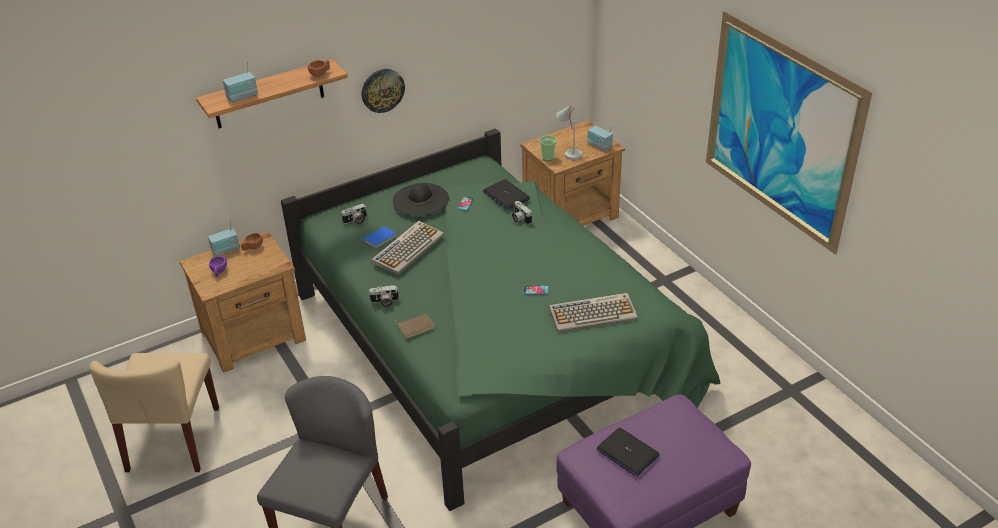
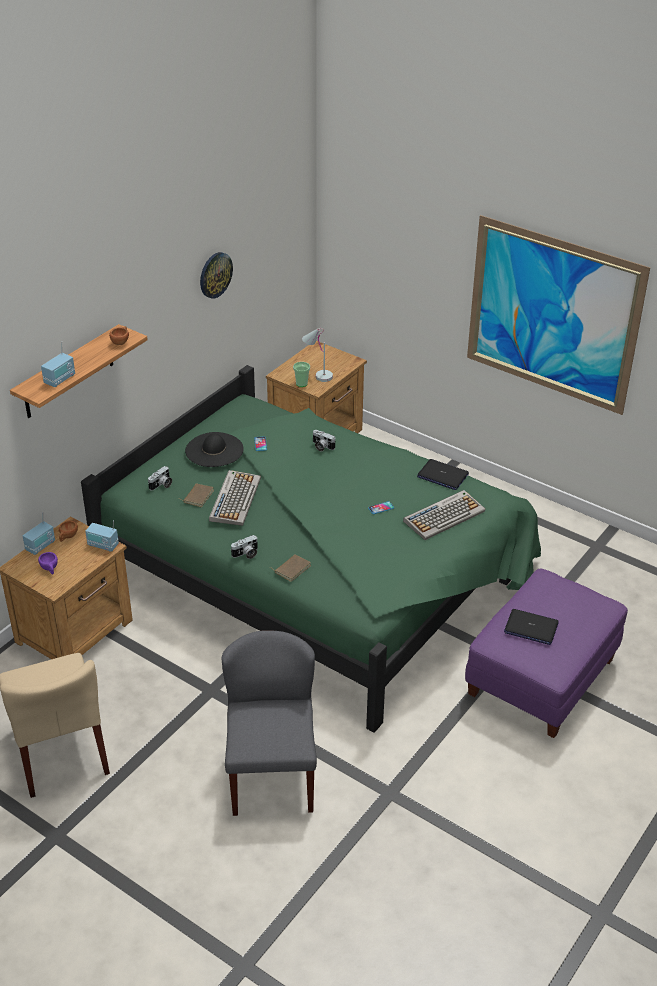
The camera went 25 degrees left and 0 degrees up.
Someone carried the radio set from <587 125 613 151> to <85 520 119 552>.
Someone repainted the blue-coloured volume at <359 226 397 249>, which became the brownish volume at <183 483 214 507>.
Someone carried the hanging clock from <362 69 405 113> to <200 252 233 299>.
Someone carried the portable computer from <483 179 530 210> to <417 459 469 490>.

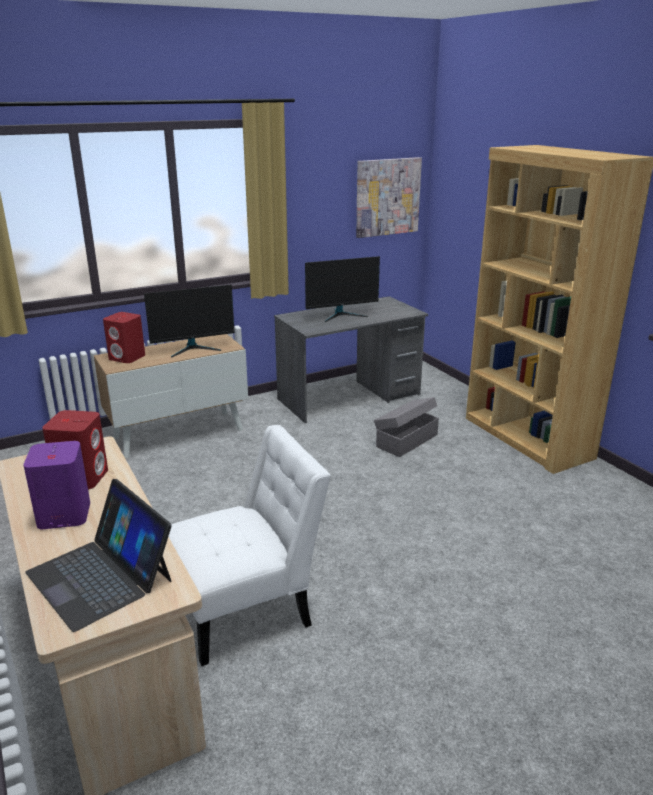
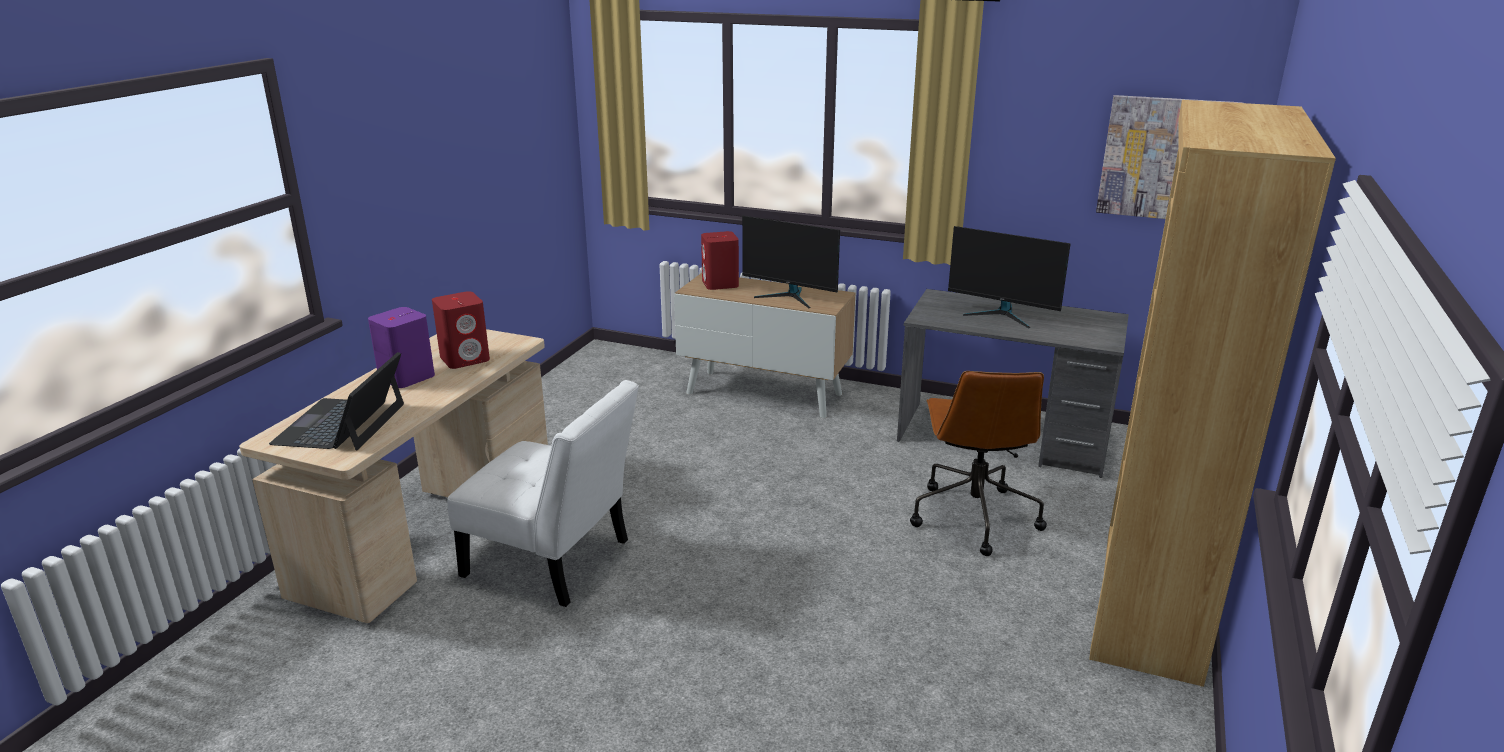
The camera went 50 degrees right and 0 degrees up.
Someone swapped the greyish storage container at <374 397 439 457> for the brownish office chair at <910 371 1047 556>.

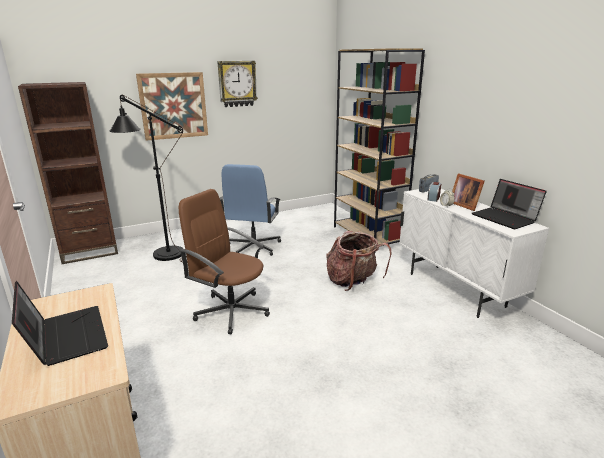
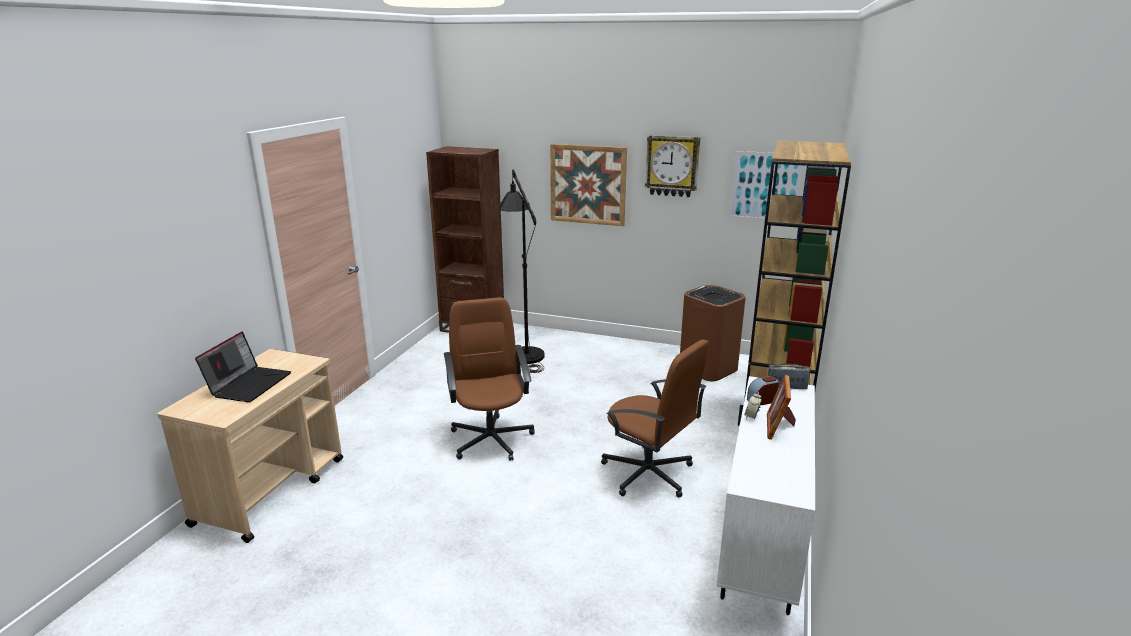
The camera went 45 degrees right and 0 degrees up.
Someone swapped the knapsack at <327 231 391 291> for the brownish office chair at <601 339 709 497>.
Someone put down the brownish trash can at <680 285 746 381>.
Someone put up the wall art at <728 151 805 221>.
Someone took away the blue-coloured office chair at <220 164 281 256>.
Someone took away the portable computer at <472 179 547 229>.

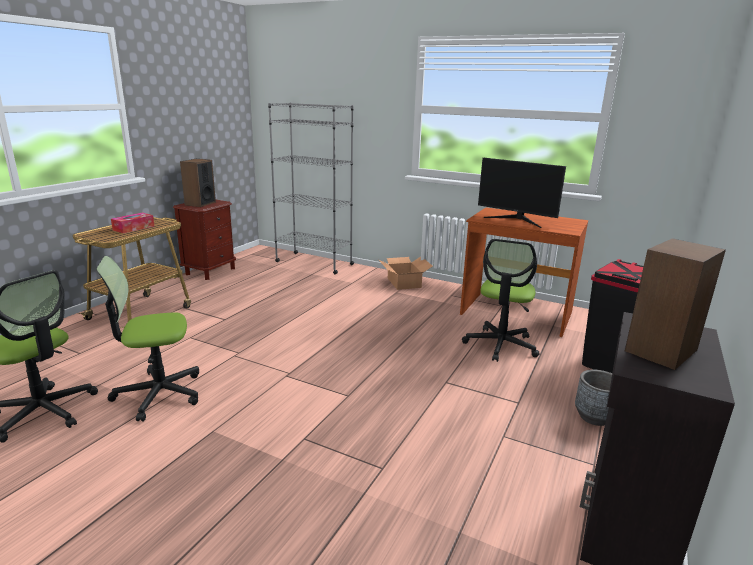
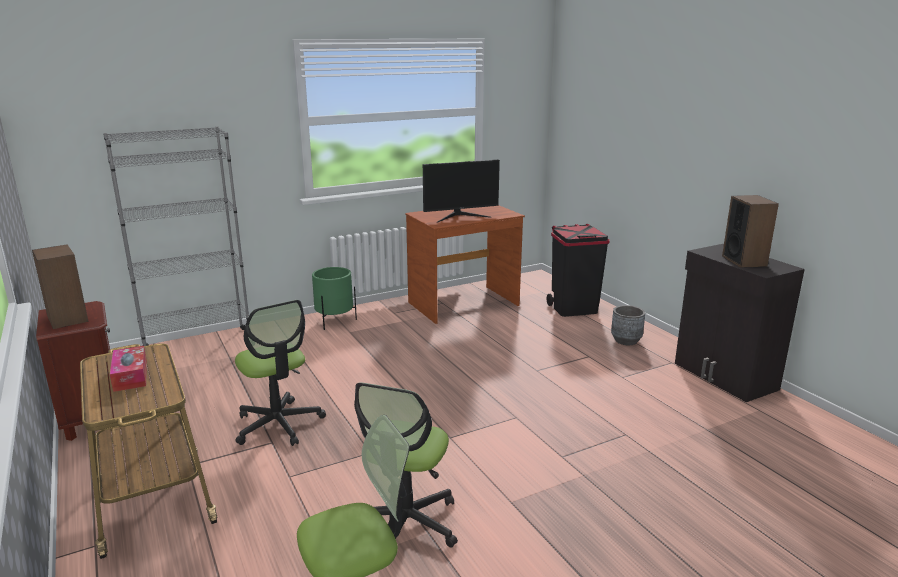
The camera went 55 degrees left and 0 degrees up.
Someone carried the office chair from <462 239 540 362> to <235 300 326 446>.
Someone swapped the packing box at <378 257 433 290> for the green-coloured flower pot at <312 267 357 330>.

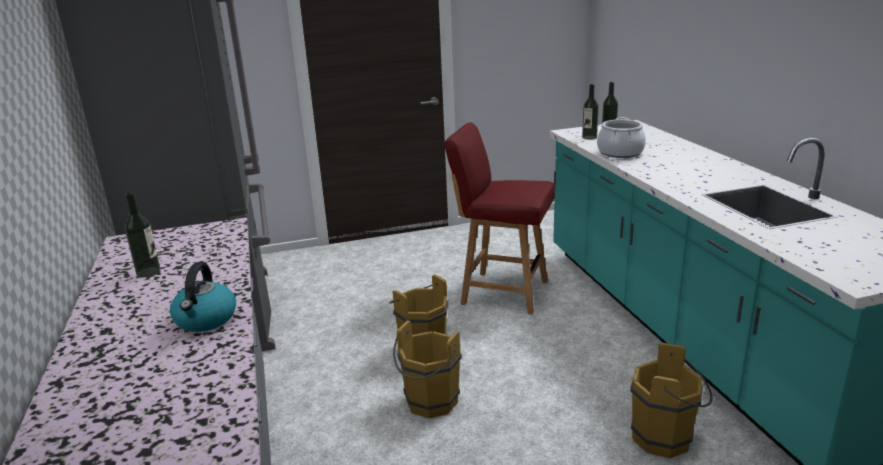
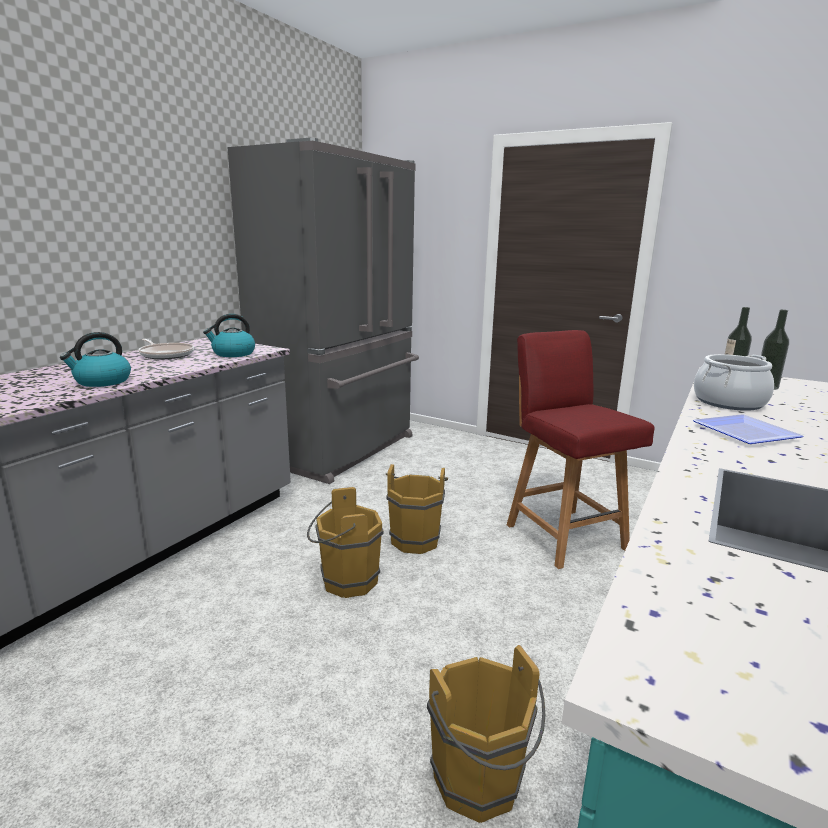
The camera went 45 degrees right and 5 degrees down.
Someone swapped the bottle at <125 192 160 277> for the frying pan at <138 339 194 359>.
Someone put down the kettle at <203 314 255 357>.
Someone put down the dinner plate at <693 414 804 444>.

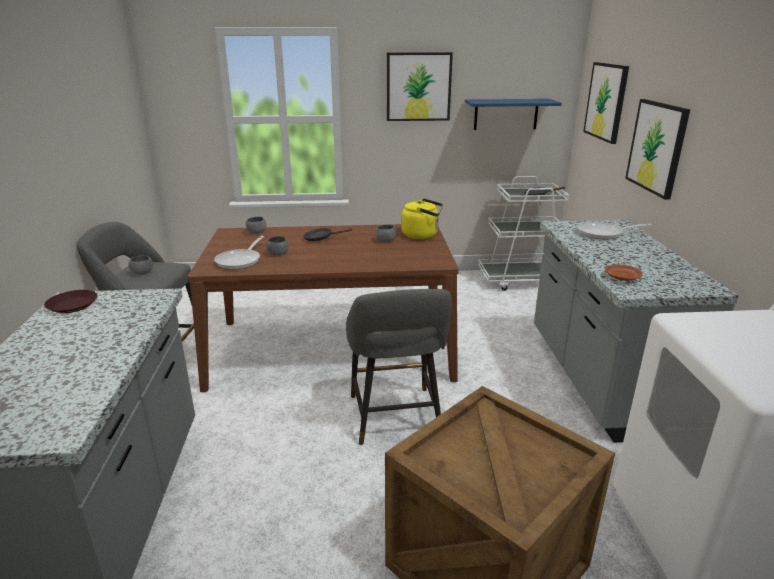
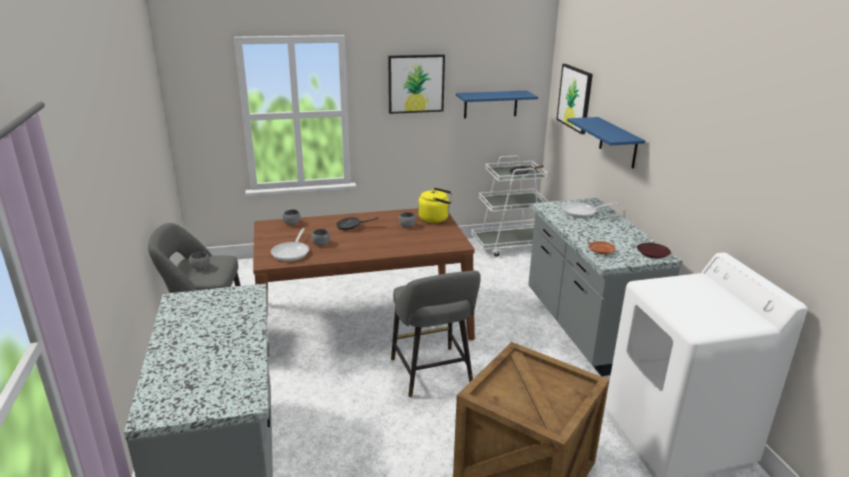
The camera went 10 degrees left and 0 degrees up.
Someone swapped the wall art at <625 99 690 200> for the blue-coloured bracket shelf at <567 117 646 168>.
Someone carried the brownish dinner plate from <44 290 97 313> to <637 243 671 259>.

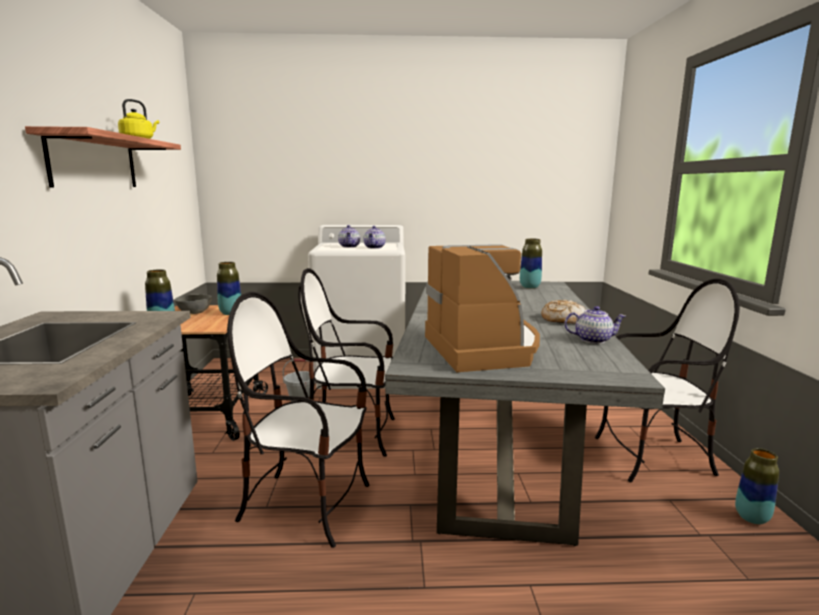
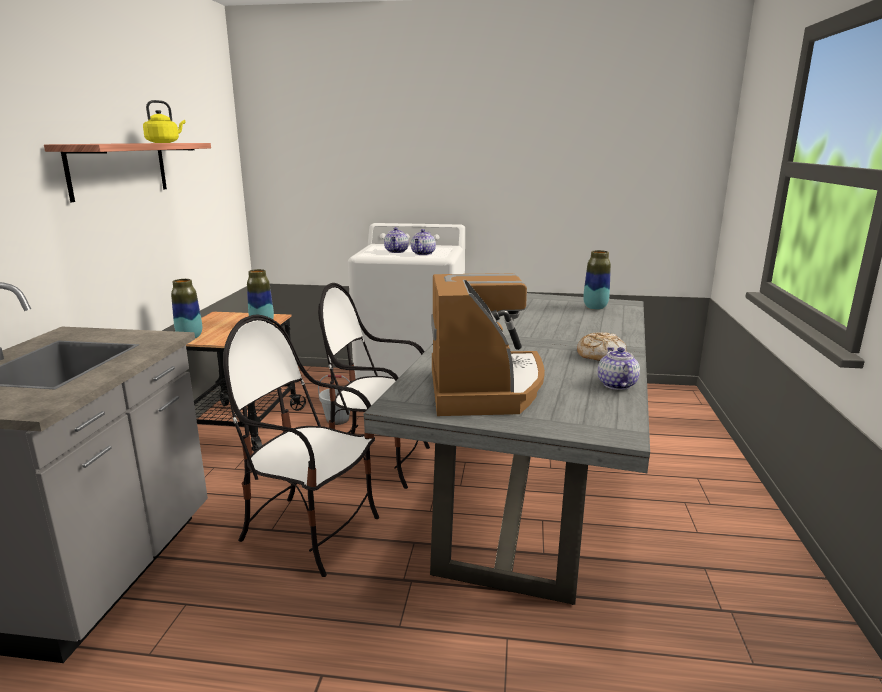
The camera went 10 degrees right and 5 degrees up.
Someone rotated the teapot at <564 306 626 344> by 105 degrees counterclockwise.
Someone took away the greyish bowl at <175 295 212 314>.
Someone took away the upright chair at <595 278 740 482>.
Someone took away the decorative vase at <735 448 779 524>.

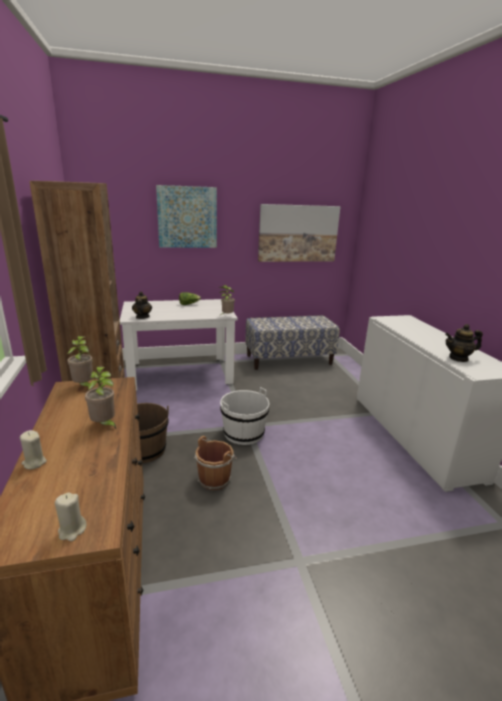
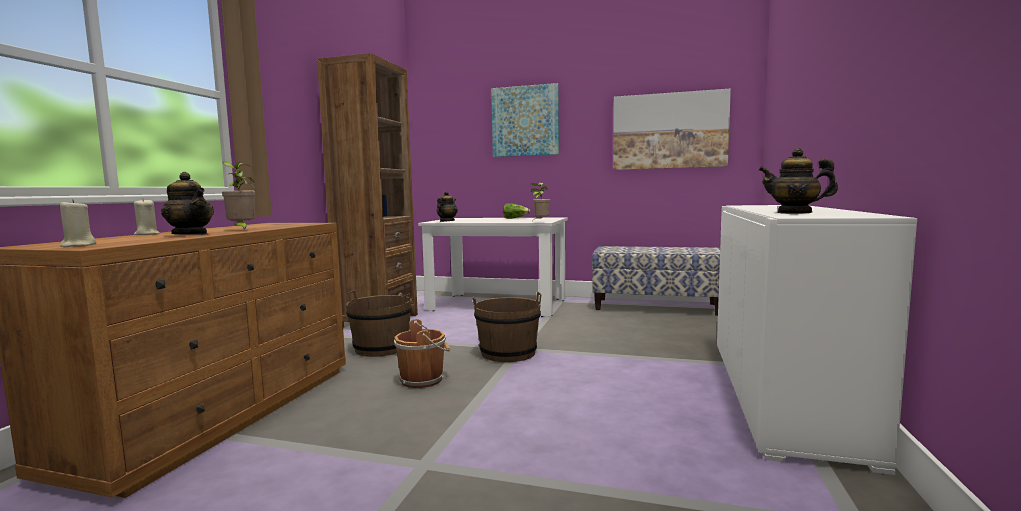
The camera went 30 degrees right and 15 degrees down.
Someone put down the teapot at <161 172 214 235>.
Someone repainted the whitish pail at <220 387 269 445>, which became the brownish pail at <472 292 542 362>.
Someone took away the potted plant at <67 336 93 389>.

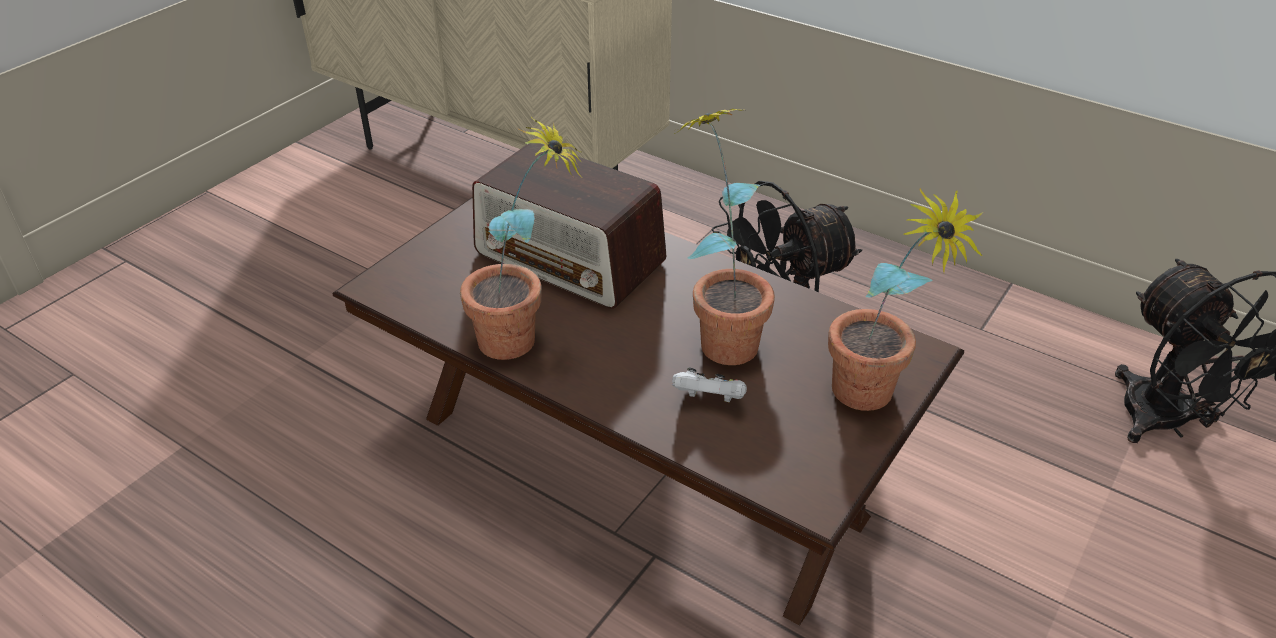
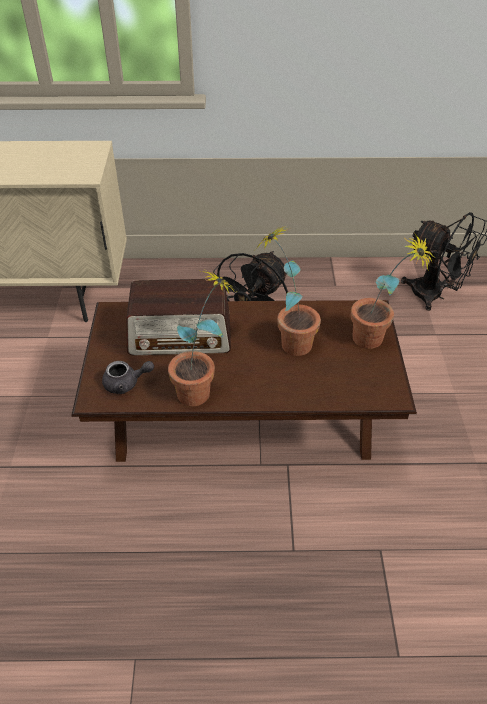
The camera went 35 degrees left and 5 degrees up.
Someone put down the greyish teapot at <102 361 154 394>.
Someone took away the whitish joypad at <672 368 747 402>.

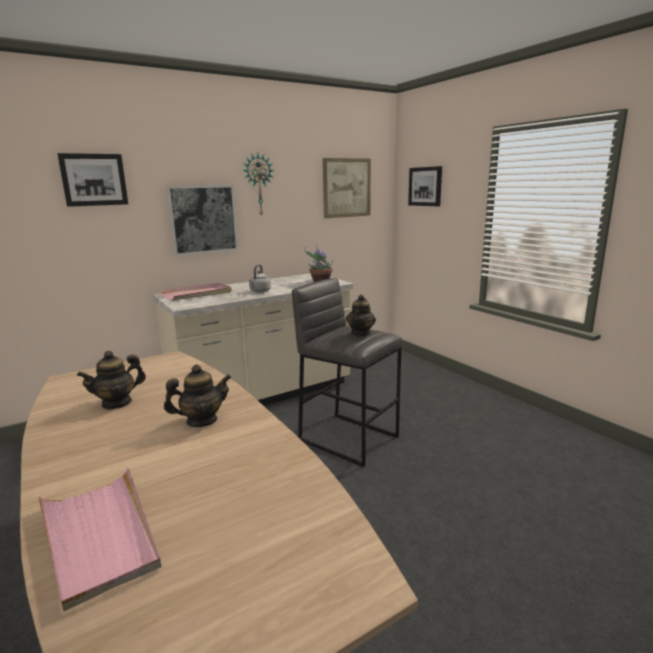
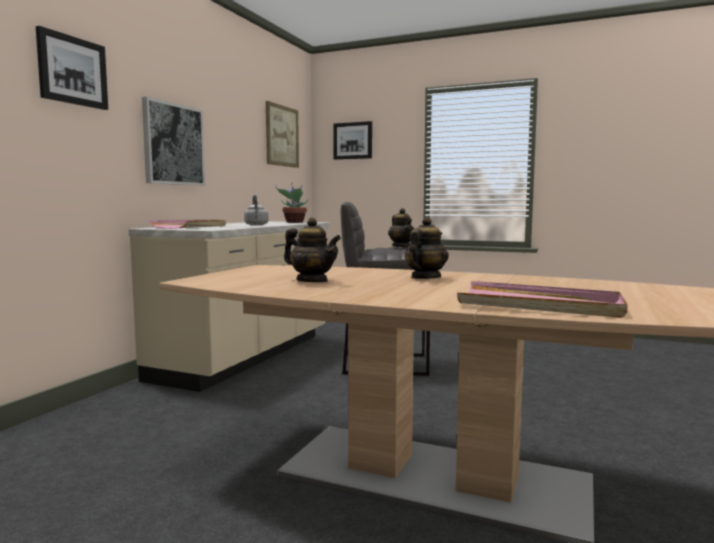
The camera went 35 degrees left and 10 degrees down.
Someone rotated the teapot at <77 351 146 410> by 75 degrees counterclockwise.
Someone took away the hanging clock at <243 153 274 217>.

